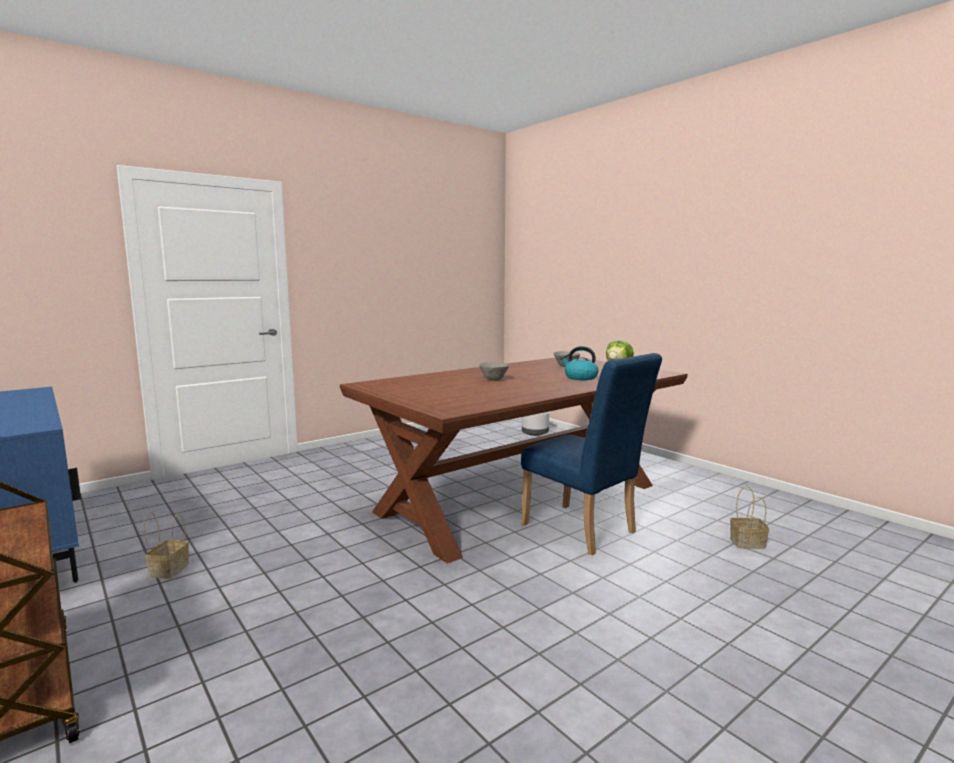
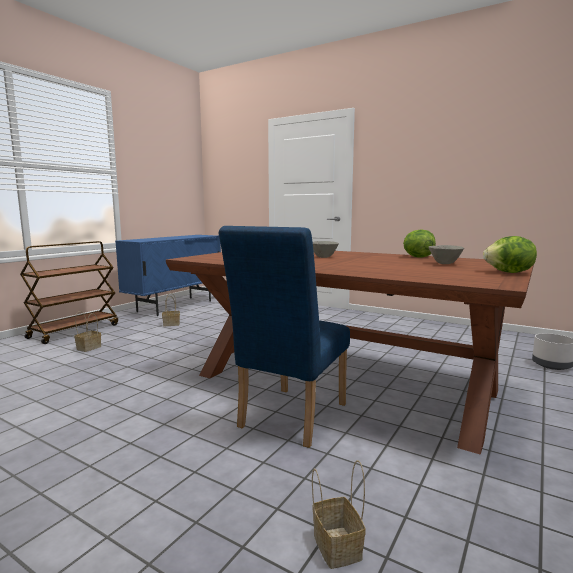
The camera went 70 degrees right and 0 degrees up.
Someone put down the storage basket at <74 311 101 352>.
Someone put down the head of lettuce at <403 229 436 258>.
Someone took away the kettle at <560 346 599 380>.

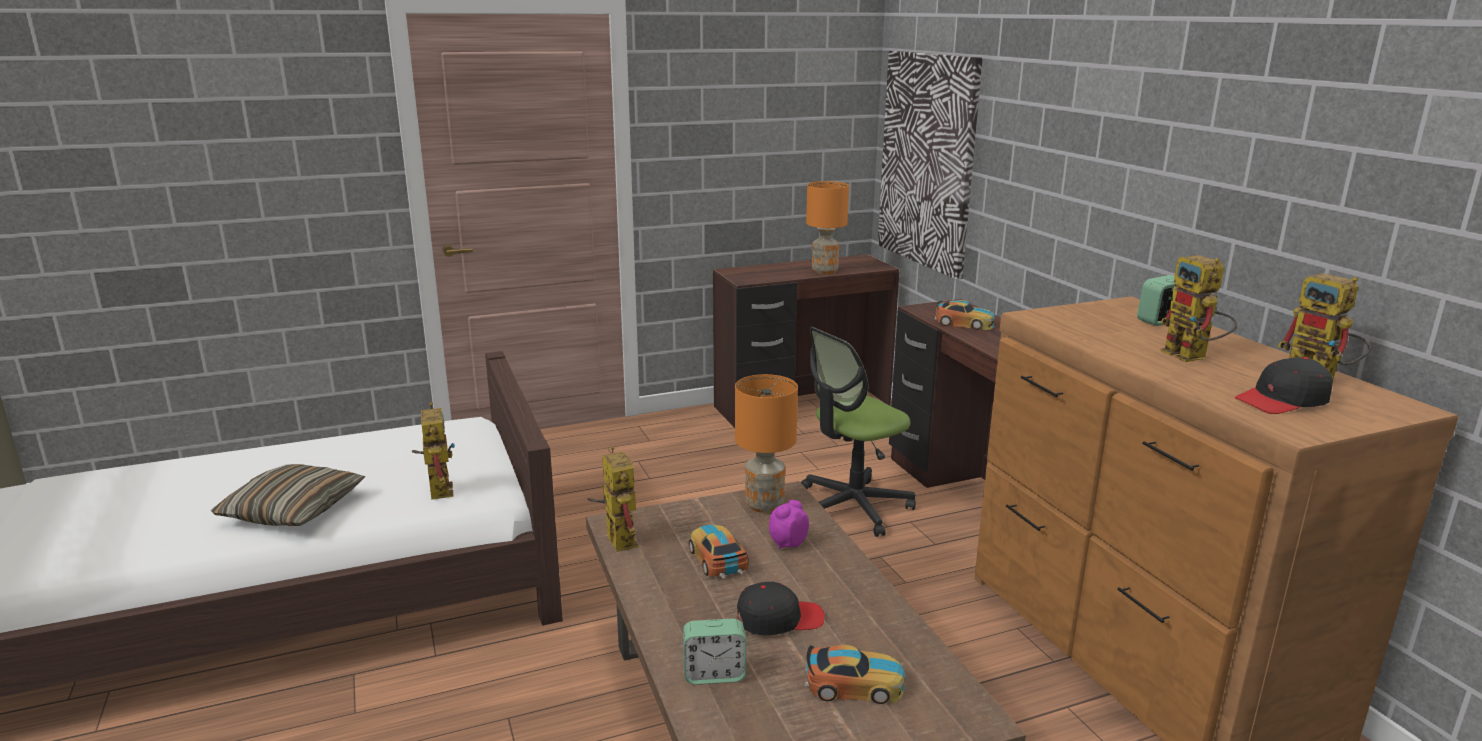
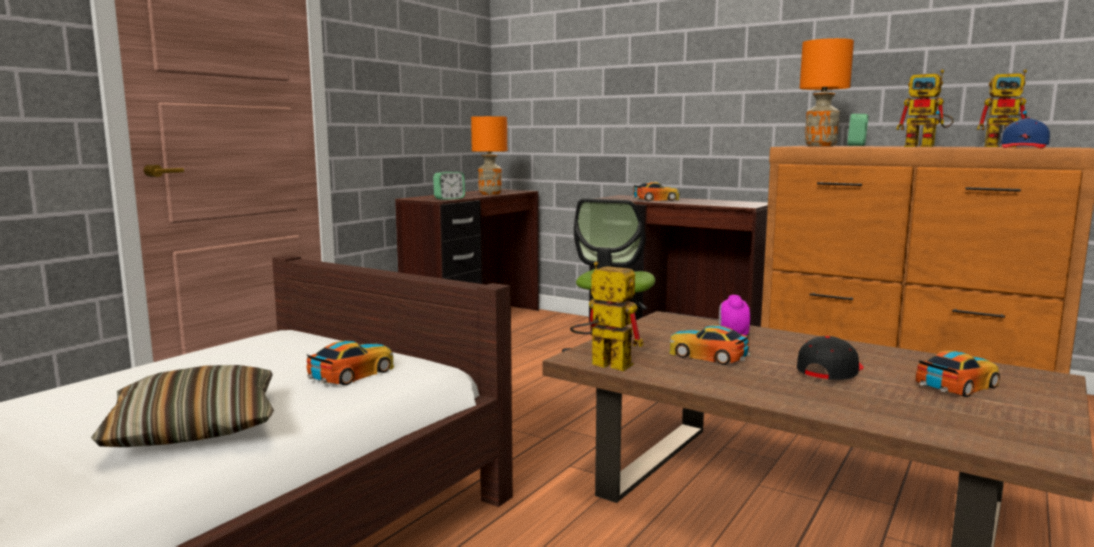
The camera went 35 degrees left and 10 degrees down.
Someone swapped the toy robot at <412 402 455 500> for the model car at <306 341 394 385>.
Someone carried the alarm clock from <683 618 746 685> to <433 172 465 200>.
Someone carried the orangey lamp for a table from <735 374 798 513> to <800 38 854 147>.
Someone repainted the black baseball cap at <1235 357 1333 414>, which became the blue-coloured baseball cap at <1001 117 1050 148>.
Someone took away the wall art at <878 51 982 280>.

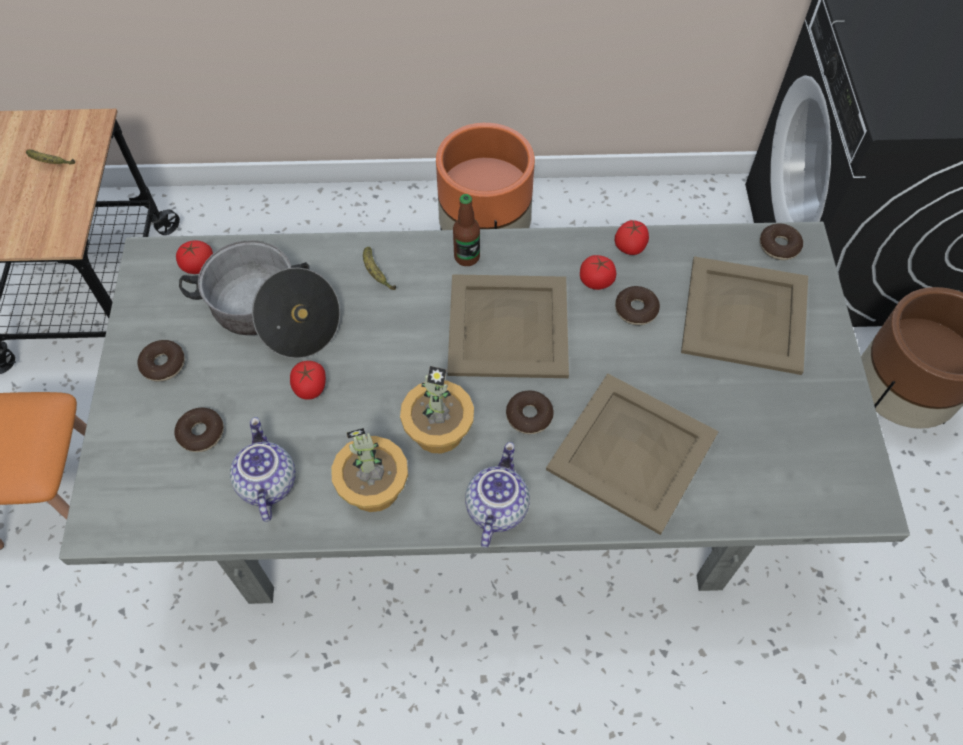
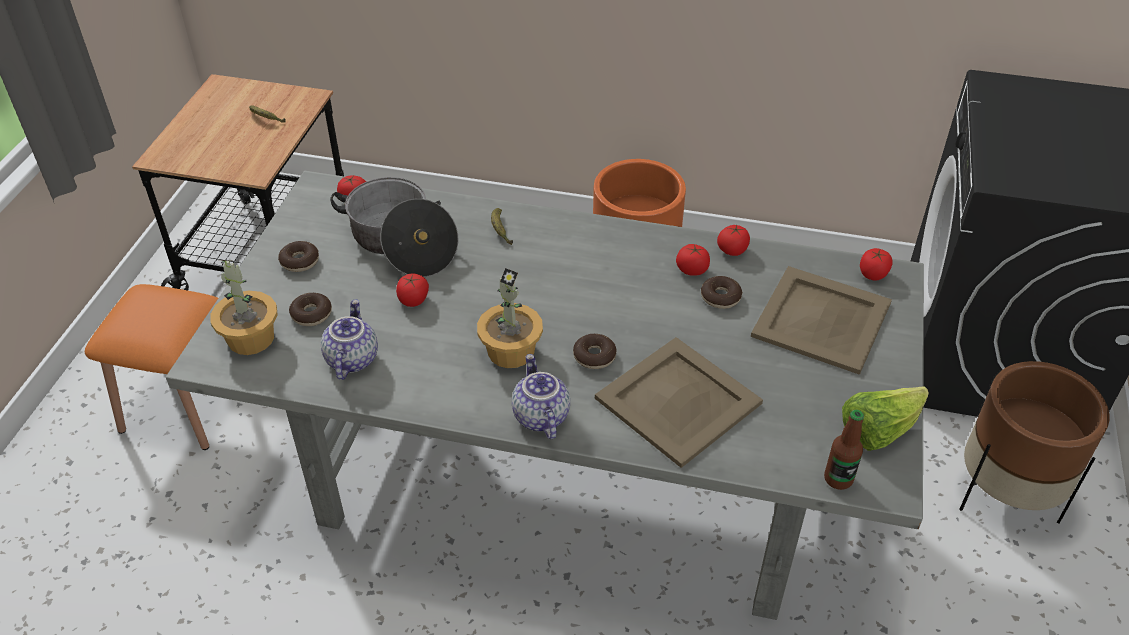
The camera went 15 degrees right and 15 degrees down.
Someone carried the potted plant from <331 428 408 512> to <210 260 278 355>.
Someone rotated the teapot at <465 442 530 548> by 45 degrees counterclockwise.
Someone carried the bottle from <453 194 480 266> to <824 410 864 490>.
Someone put down the head of lettuce at <842 387 929 451>.
Someone swapped the donut at <760 224 803 260> for the whole tomato at <860 248 893 281>.
Someone took away the beige-coloured serving tray at <447 274 569 378>.

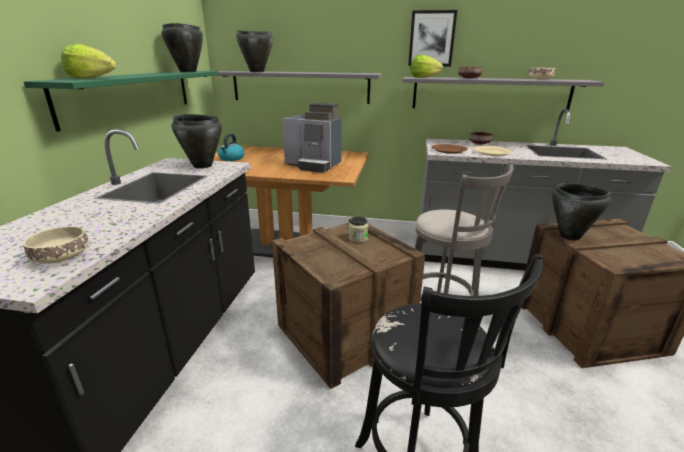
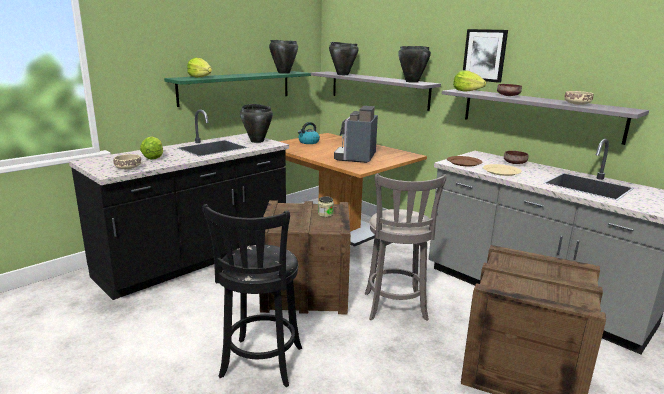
The camera went 35 degrees right and 5 degrees down.
Someone put down the head of lettuce at <140 137 163 160>.
Someone rotated the coffee maker at <282 103 342 173> by 45 degrees clockwise.
Someone carried the black saucepot from <552 183 611 240> to <398 46 431 83>.

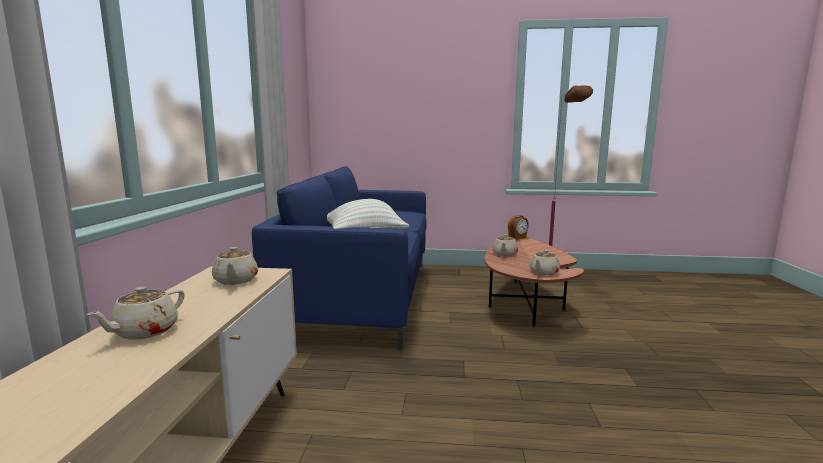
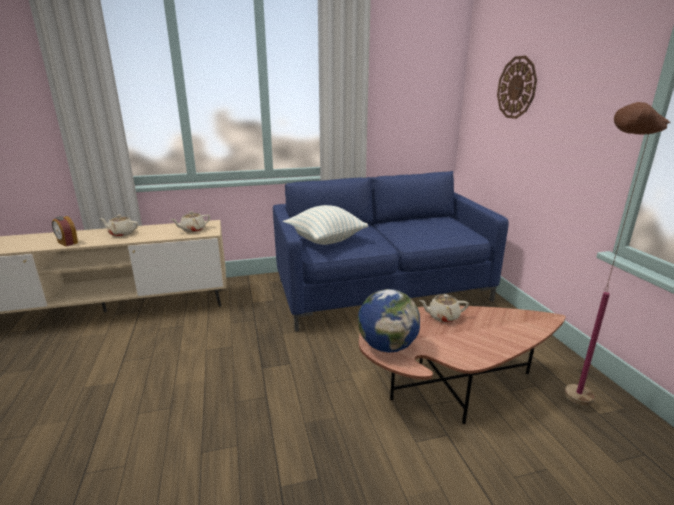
The camera went 70 degrees right and 10 degrees up.
Someone carried the alarm clock from <508 215 529 240> to <52 216 78 246>.
Someone swapped the beige-coloured teapot at <530 250 560 275> for the globe at <358 289 420 353>.
Someone put up the hanging clock at <497 56 537 119>.

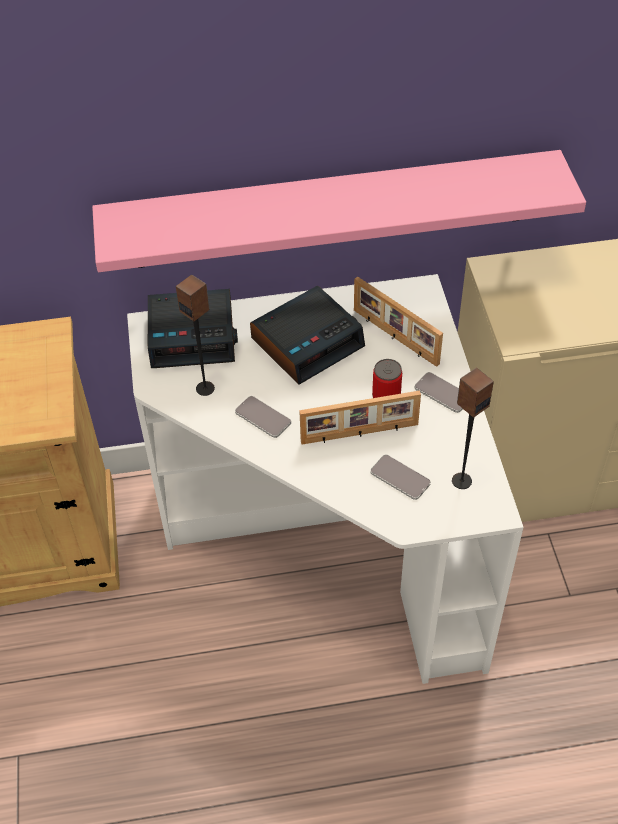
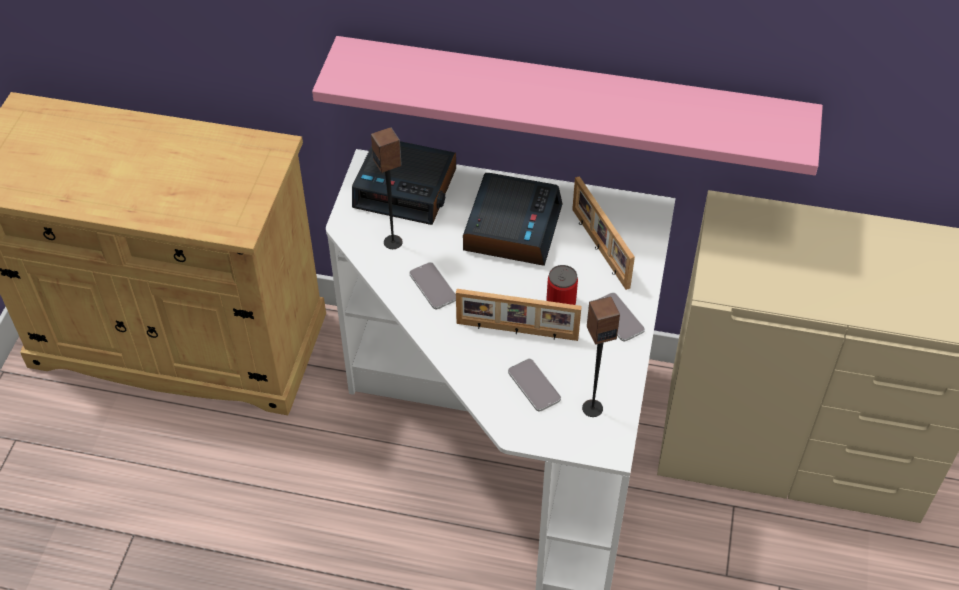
The camera went 20 degrees right and 0 degrees up.
Someone rotated the alarm clock at <250 286 365 385> by 60 degrees counterclockwise.

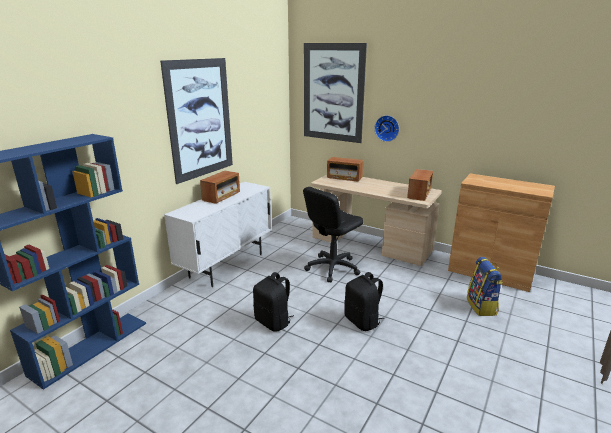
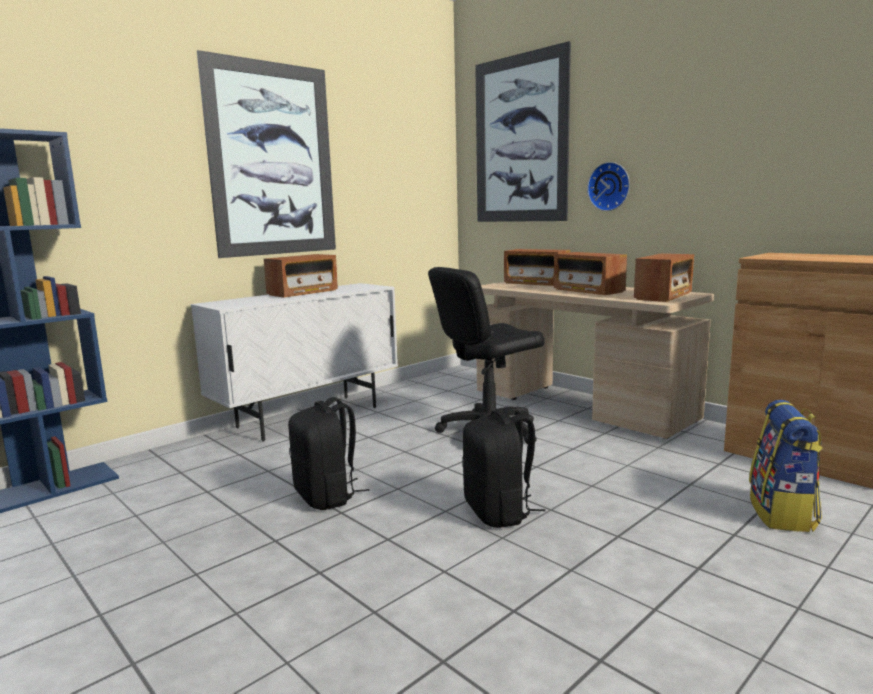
The camera went 15 degrees right and 10 degrees down.
Someone put down the radio set at <554 252 627 295>.

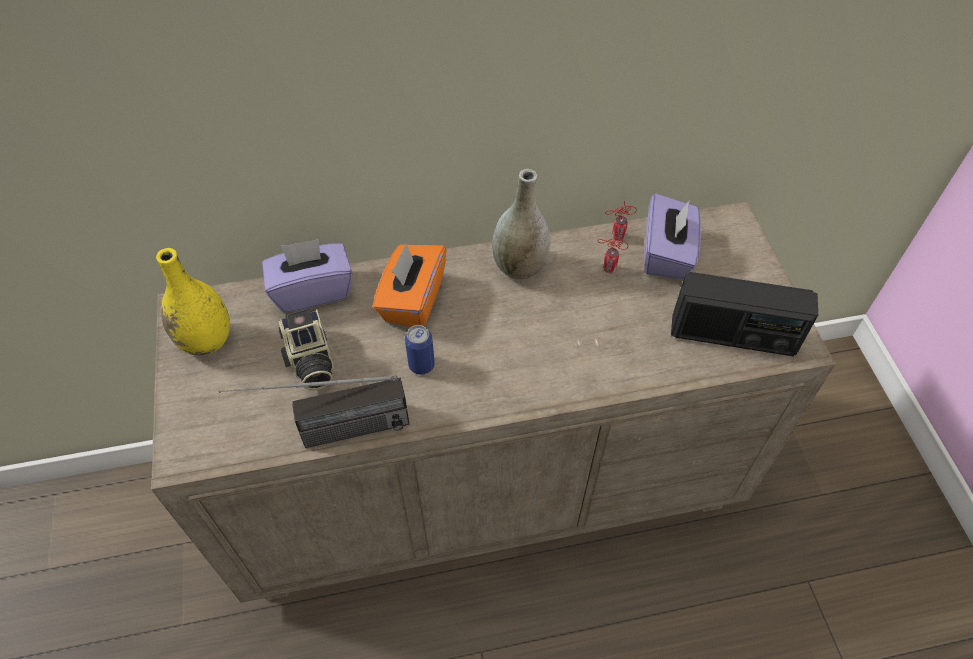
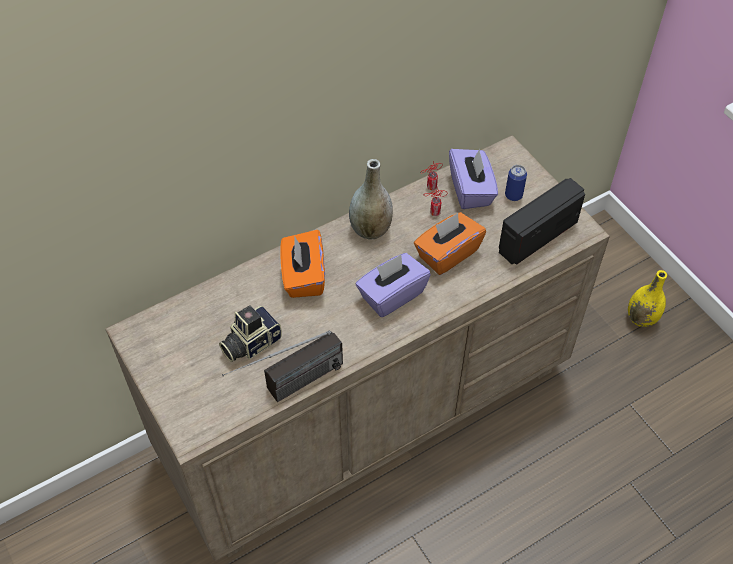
The camera went 20 degrees left and 0 degrees up.
Someone rotated the still camera at <279 309 334 390> by 90 degrees clockwise.
Someone carried the purple-coloured tissue holder from <262 239 352 313> to <356 253 431 317>.
Someone put down the orangey tissue holder at <414 212 486 275>.
Someone rotated the radio set at <671 272 818 356> by 150 degrees clockwise.
Someone carried the sealed can from <405 325 435 375> to <505 165 527 201>.
Someone carried the yellowish decorative vase from <156 248 230 356> to <628 270 667 327>.

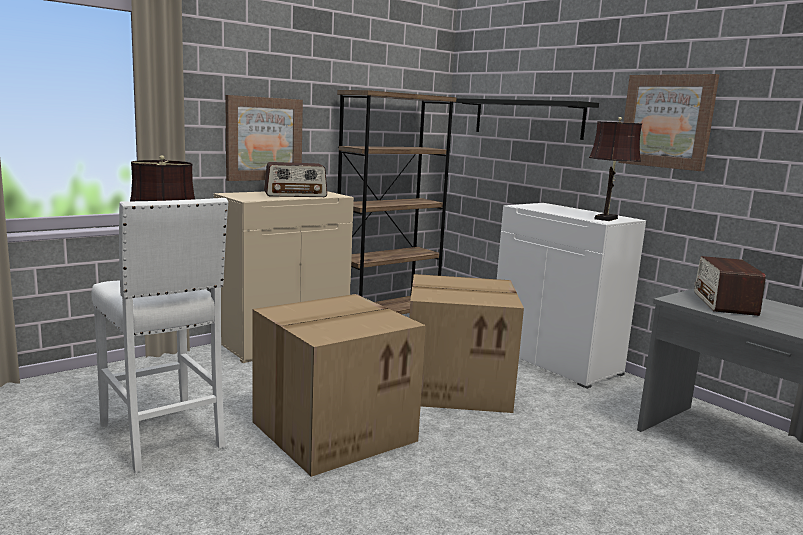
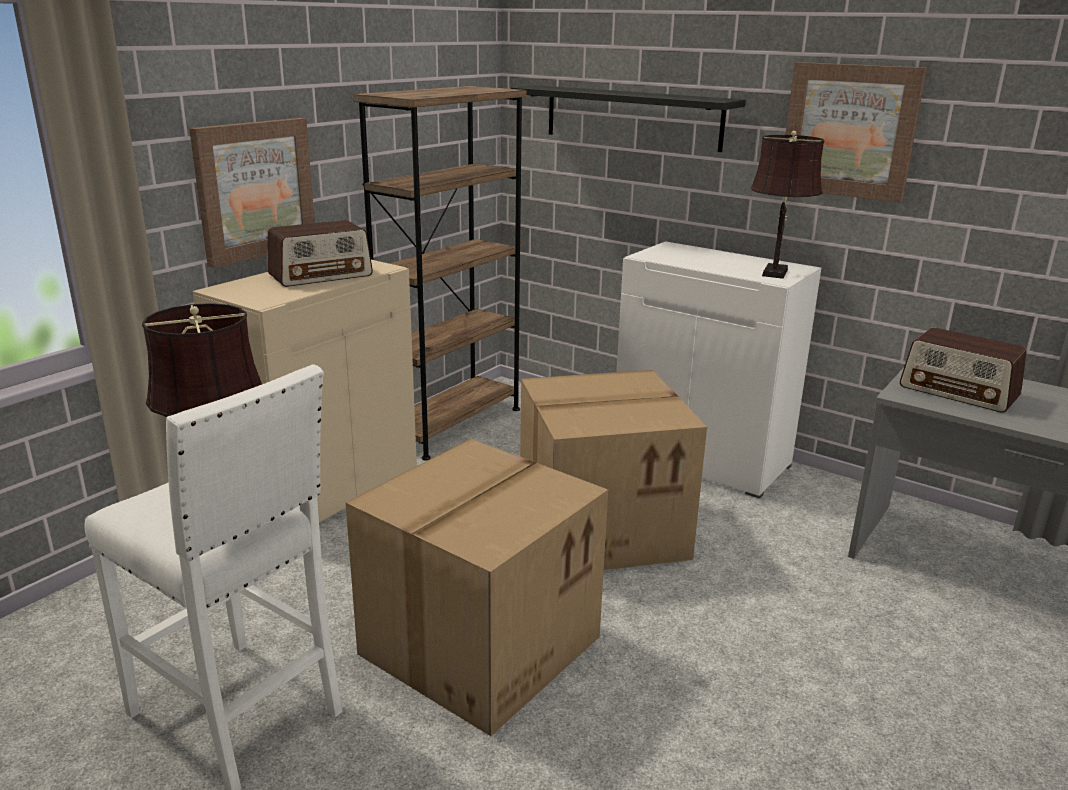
The camera went 15 degrees left and 10 degrees up.
Someone rotated the radio set at <694 256 766 316> by 45 degrees counterclockwise.

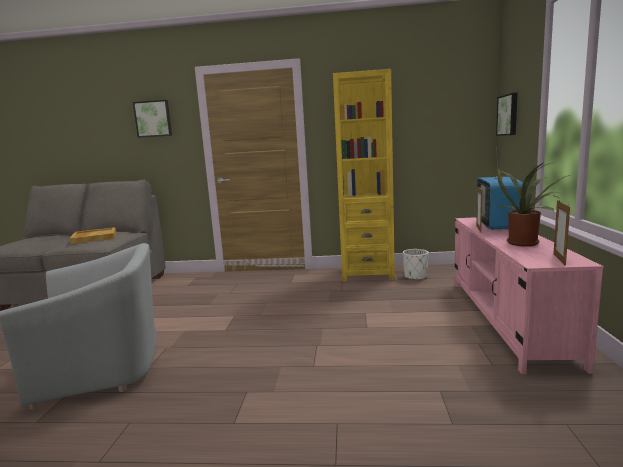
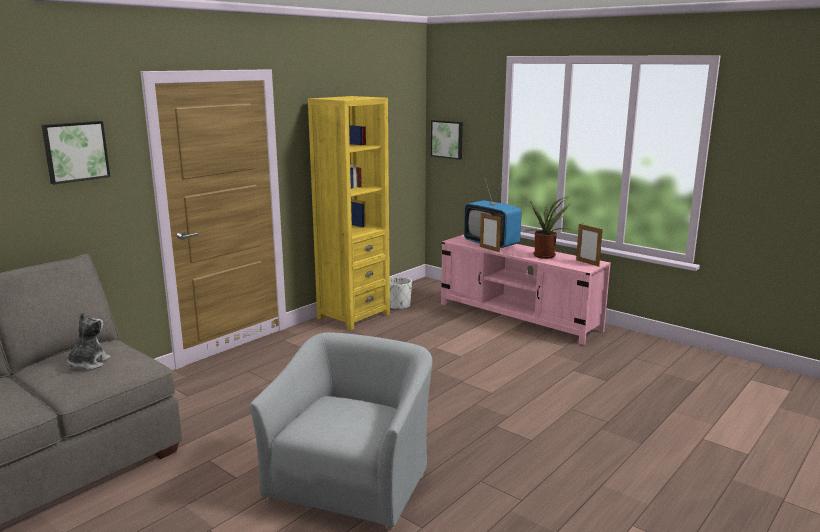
The camera went 55 degrees left and 5 degrees up.
Someone swapped the beige-coloured serving tray at <69 227 116 244> for the soft toy at <66 312 111 370>.

